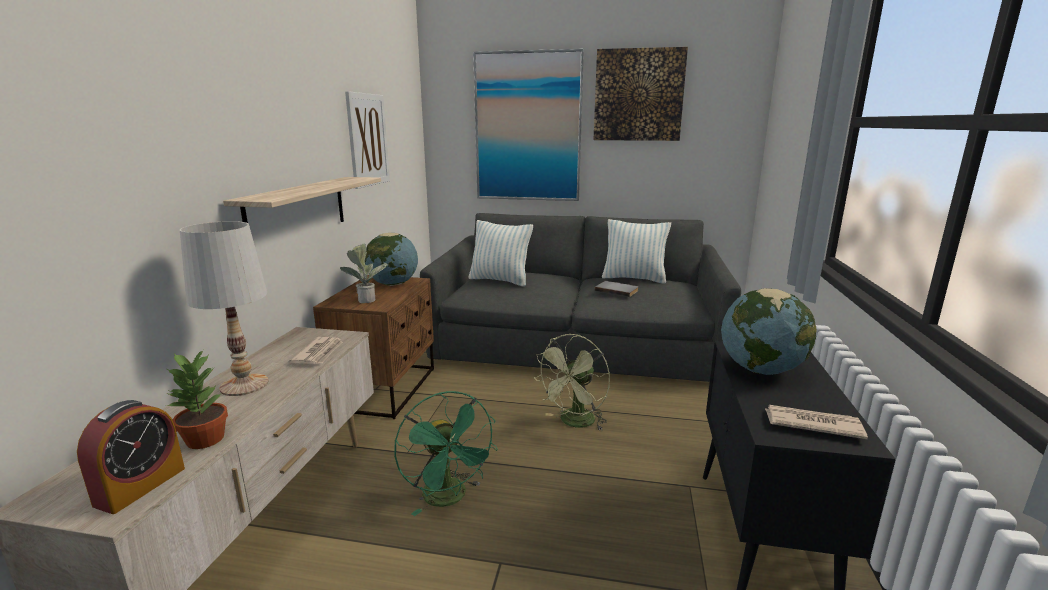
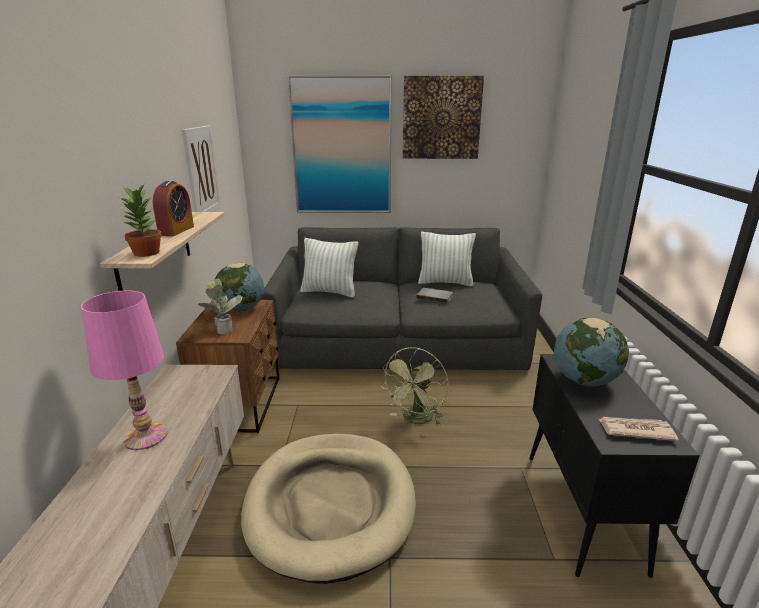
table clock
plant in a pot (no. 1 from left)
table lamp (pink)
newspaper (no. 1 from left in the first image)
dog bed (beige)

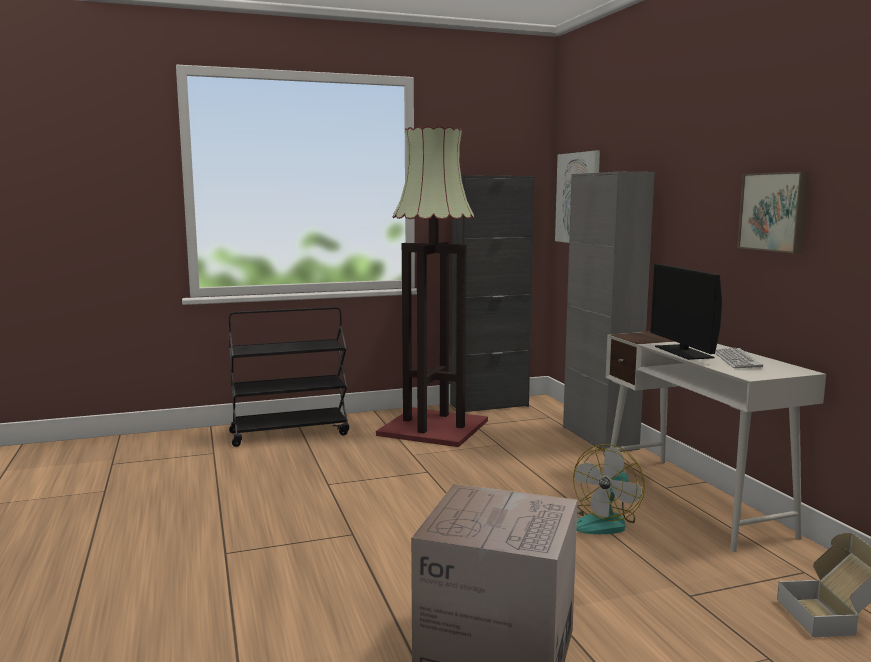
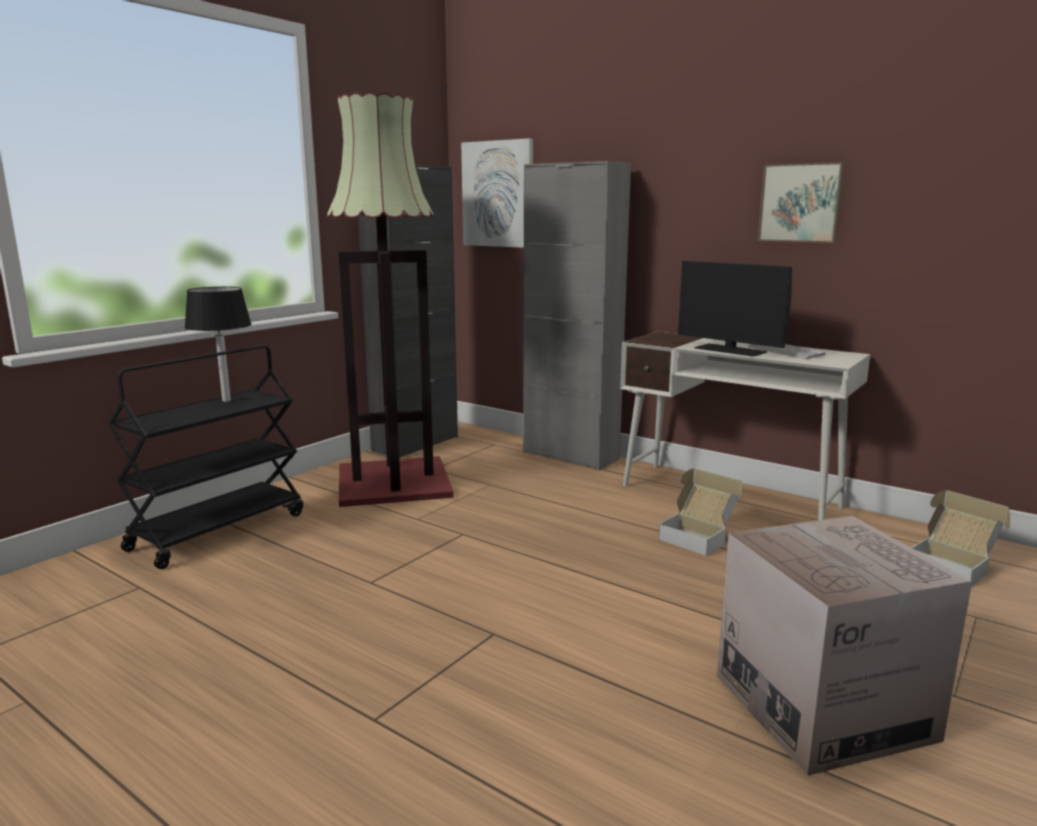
packing box (no. 1 from left)
table lamp (black-coloured)

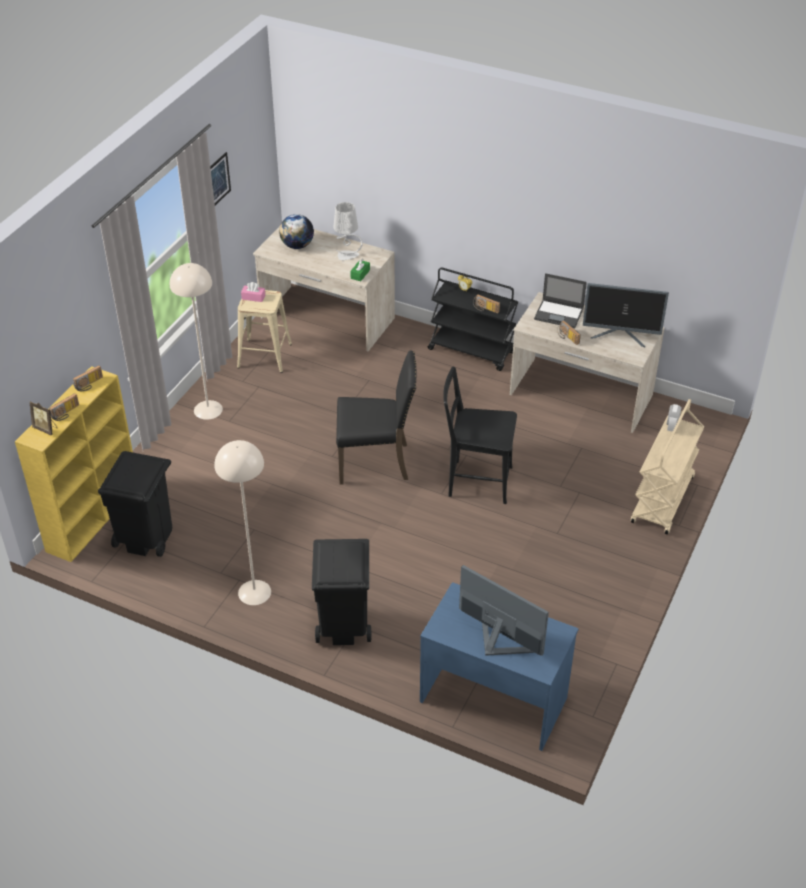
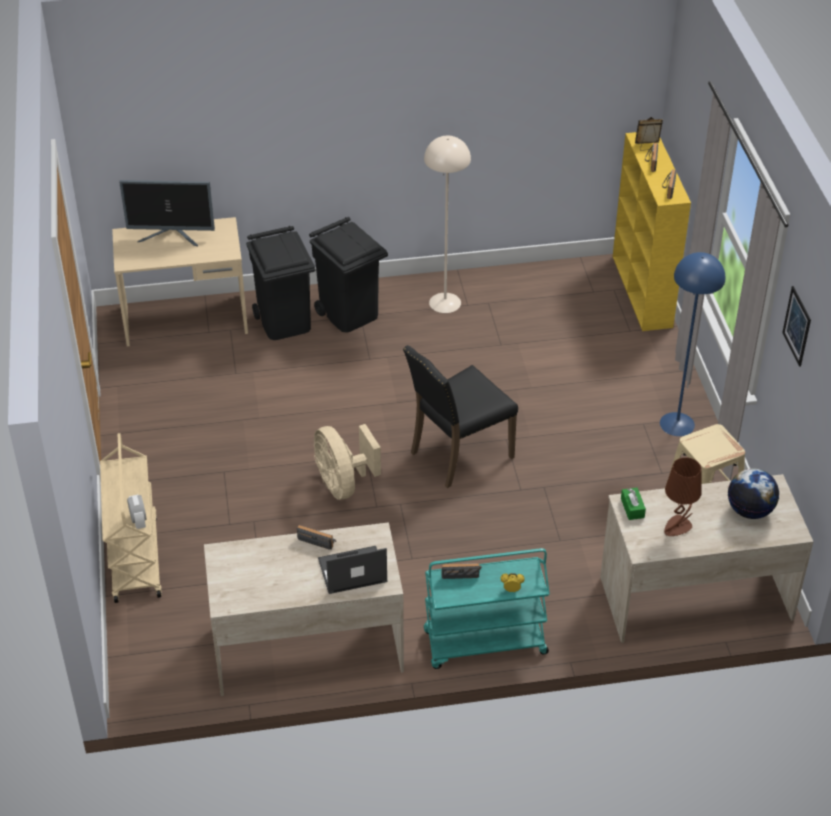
trash can (black-coloured) (no. 1 from left)
standing lamp (bluish)
tissue box (pink)
table lamp (brown-coloured)
desk (beige) (no. 1 from left)
wheeled cart (blue-green)
cooling fan (beige)
computer display (no. 2 from left in the first image)

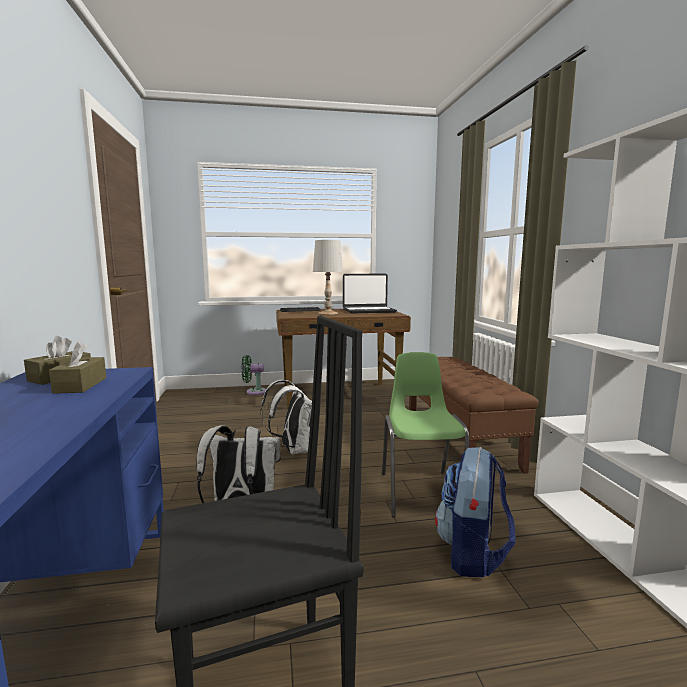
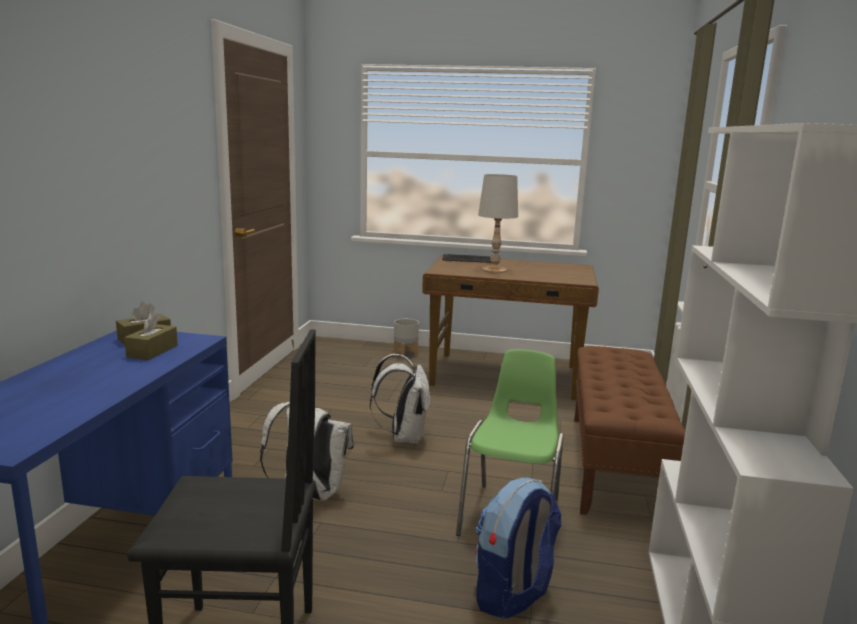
flower pot (greyish)
portable computer

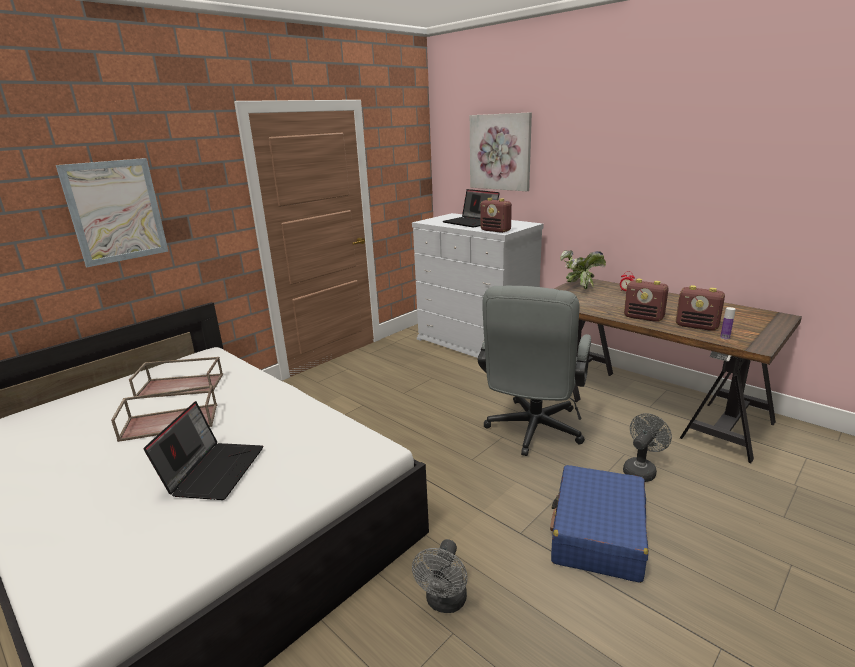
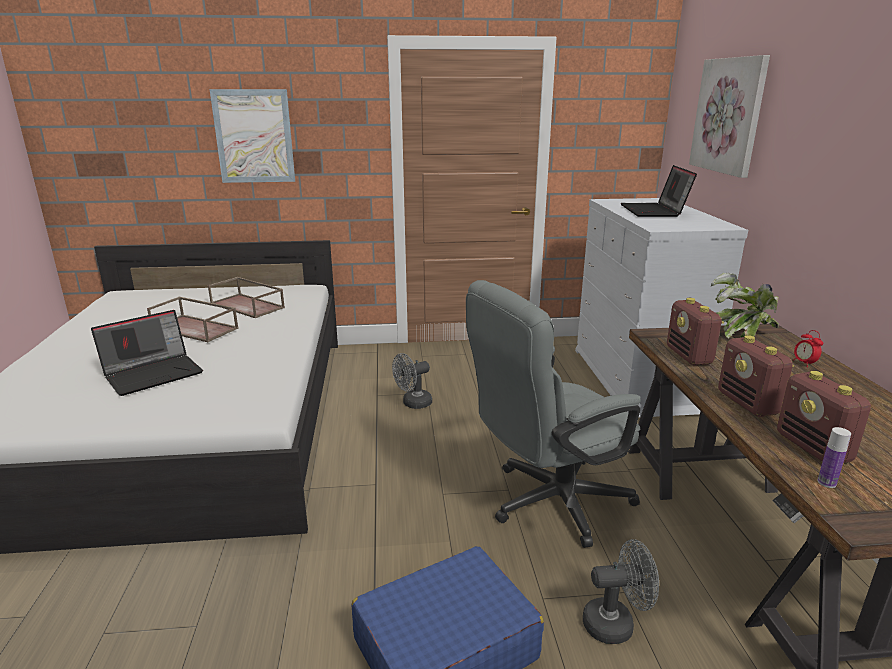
cooling fan (greyish) (no. 1 from left)
radio (no. 1 from left)

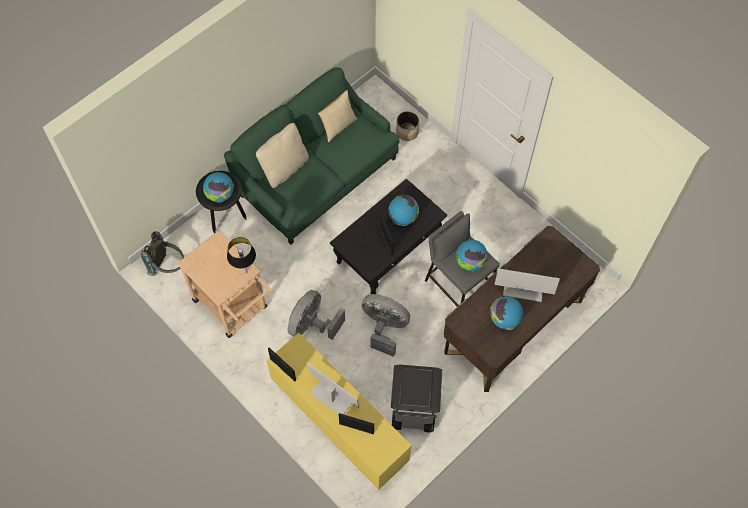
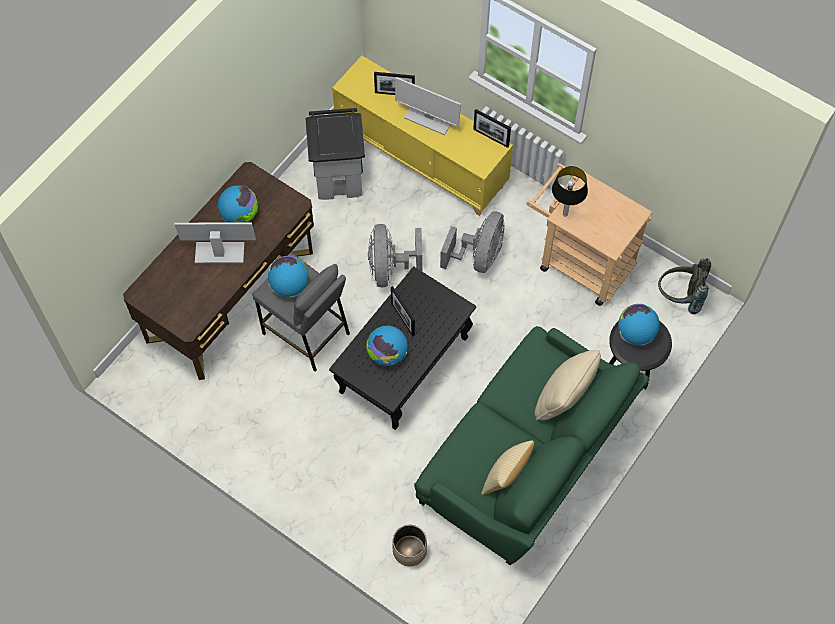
cooling fan (greyish) (no. 1 from left)

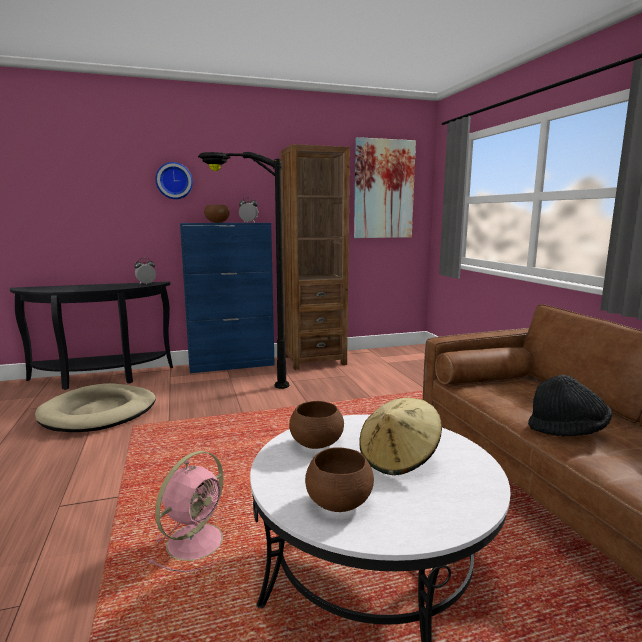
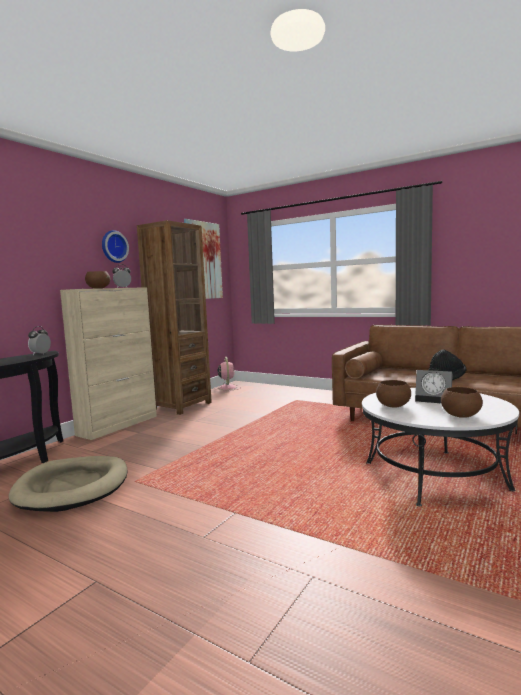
cooling fan (pink)
wall clock
cabinet (beige)
standing lamp (black-coloured)
table clock (no. 3 from left)

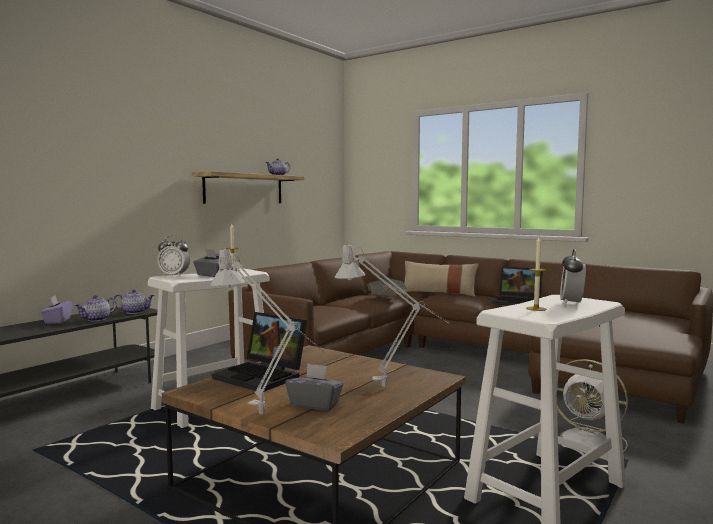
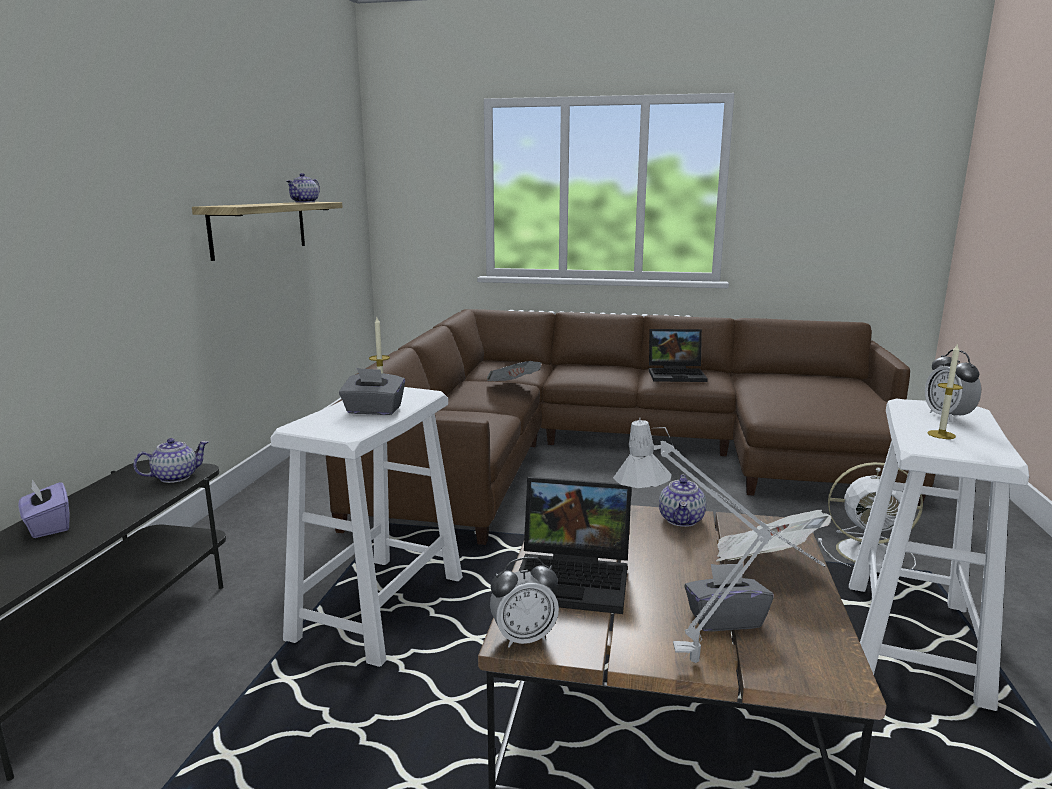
pot for tea (no. 3 from left)
table clock (no. 1 from left)
newspaper (no. 2 from left)
cushion (beige)

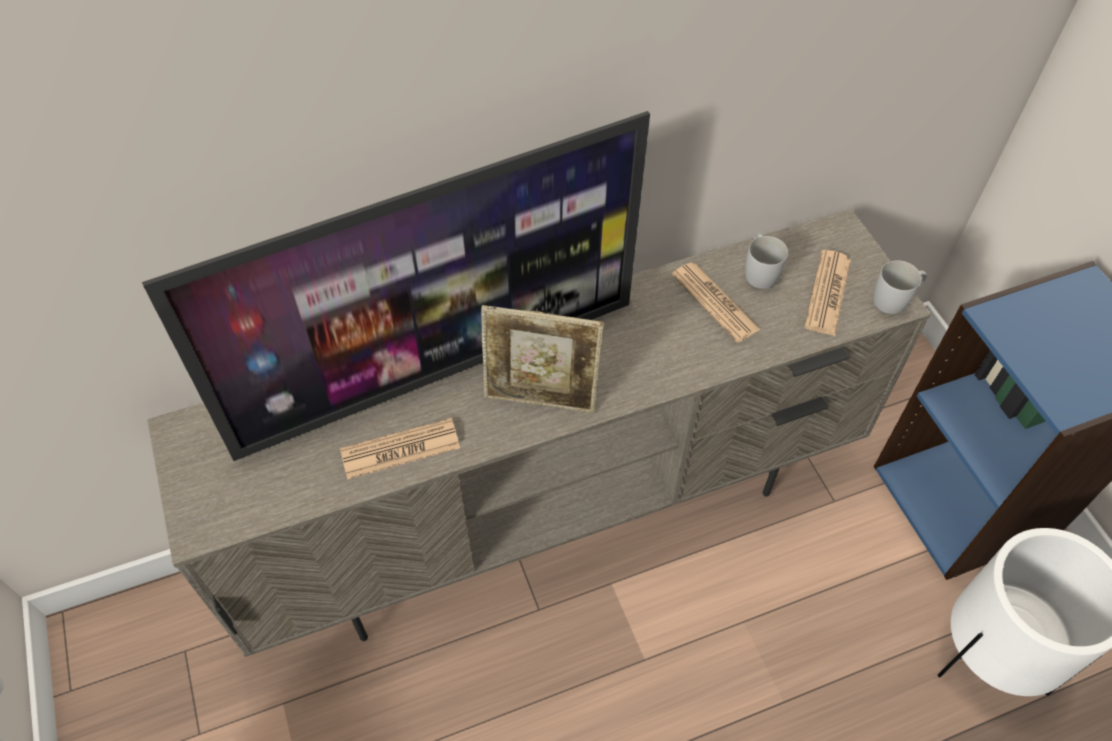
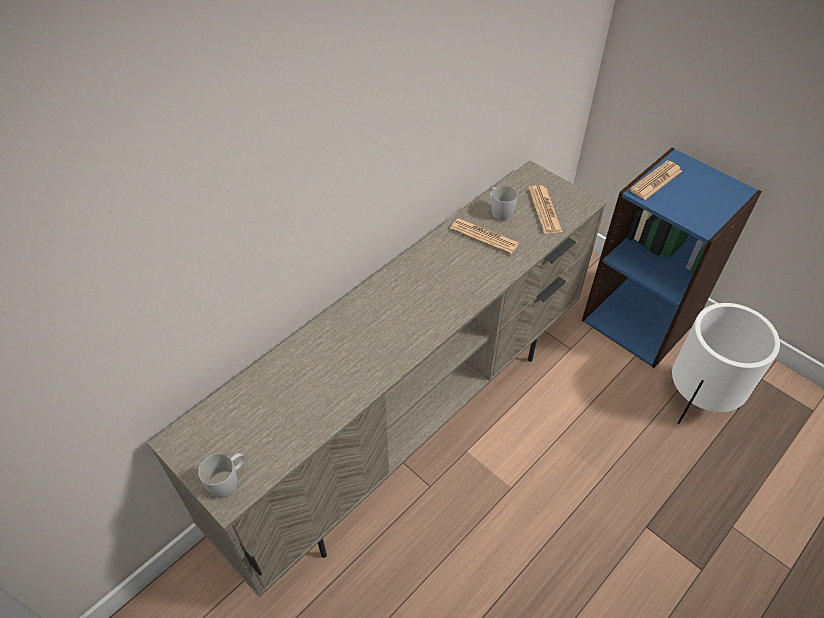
TV set
newspaper (no. 3 from left)
picture frame
coffee mug (whitish) (no. 1 from left)

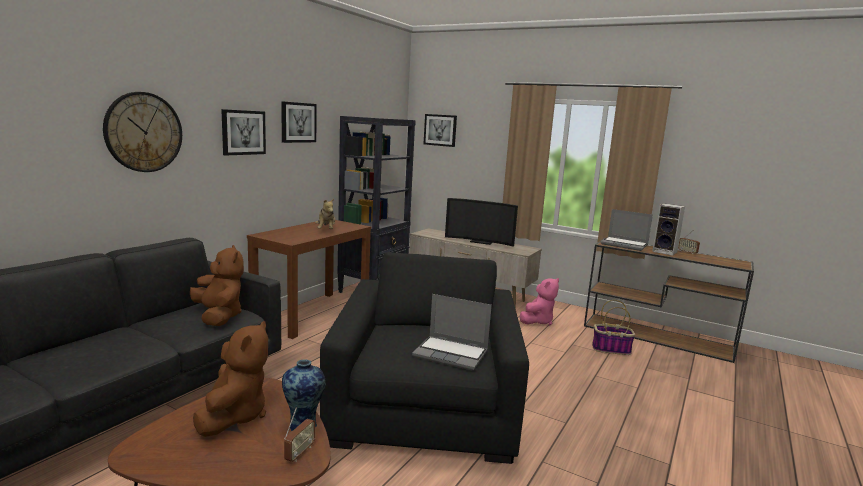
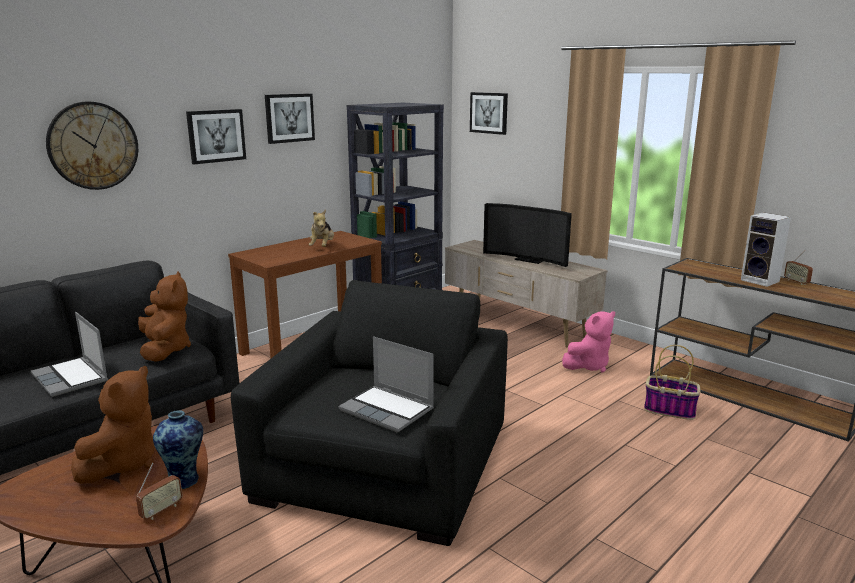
portable computer (no. 1 from left)

